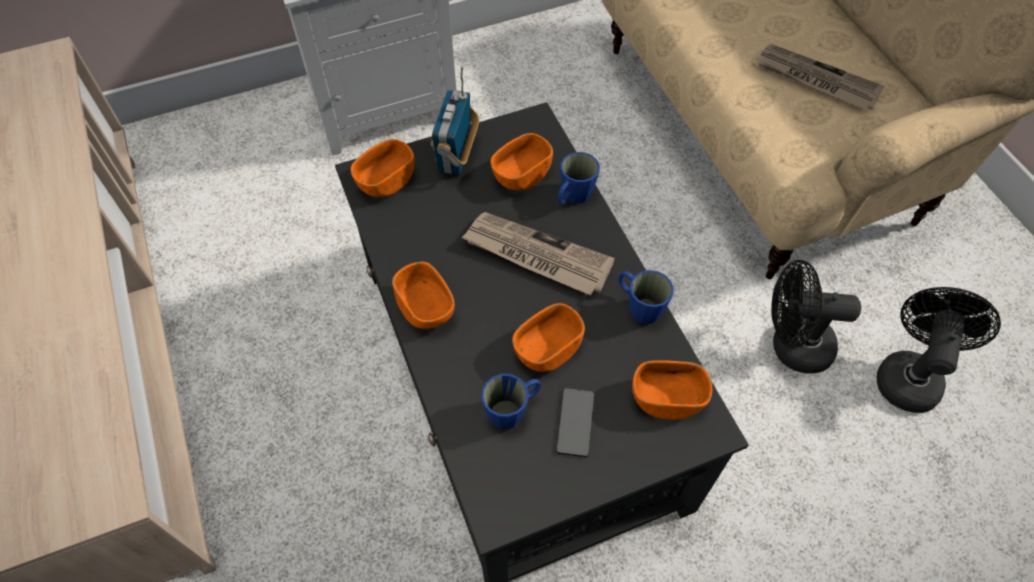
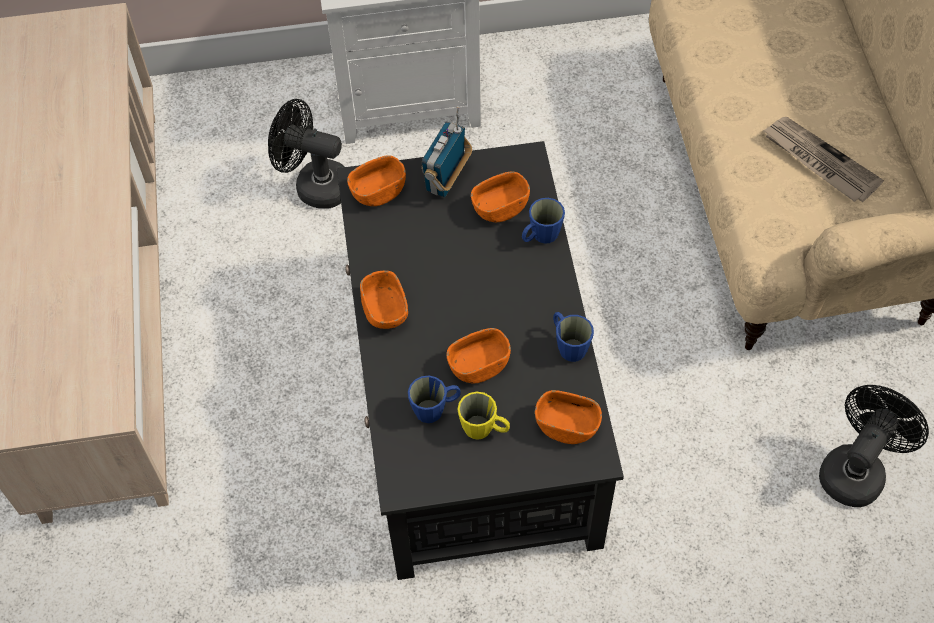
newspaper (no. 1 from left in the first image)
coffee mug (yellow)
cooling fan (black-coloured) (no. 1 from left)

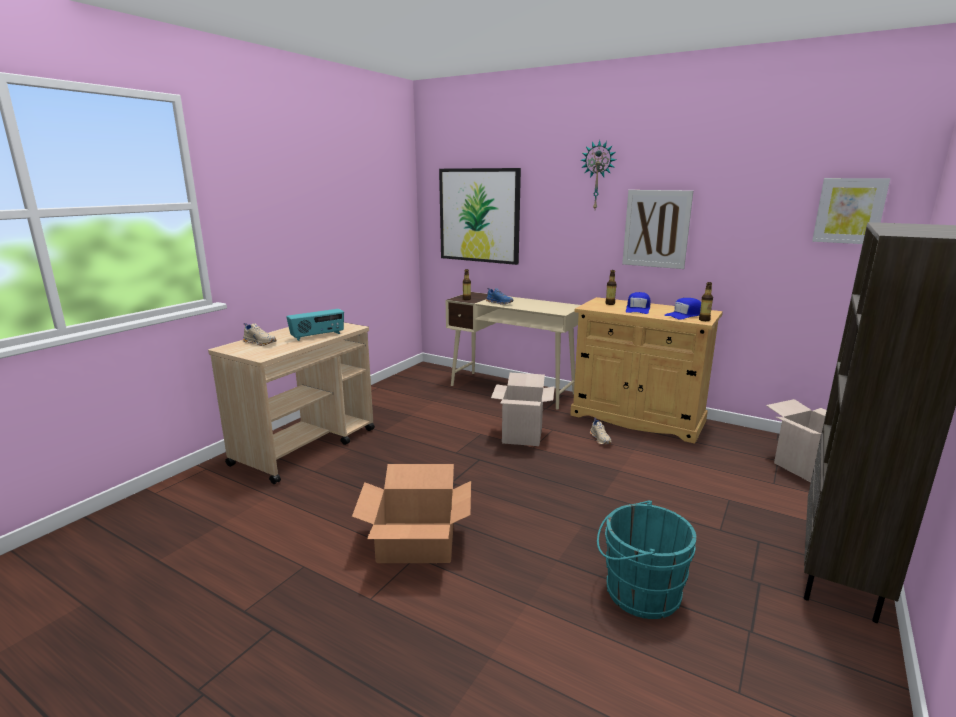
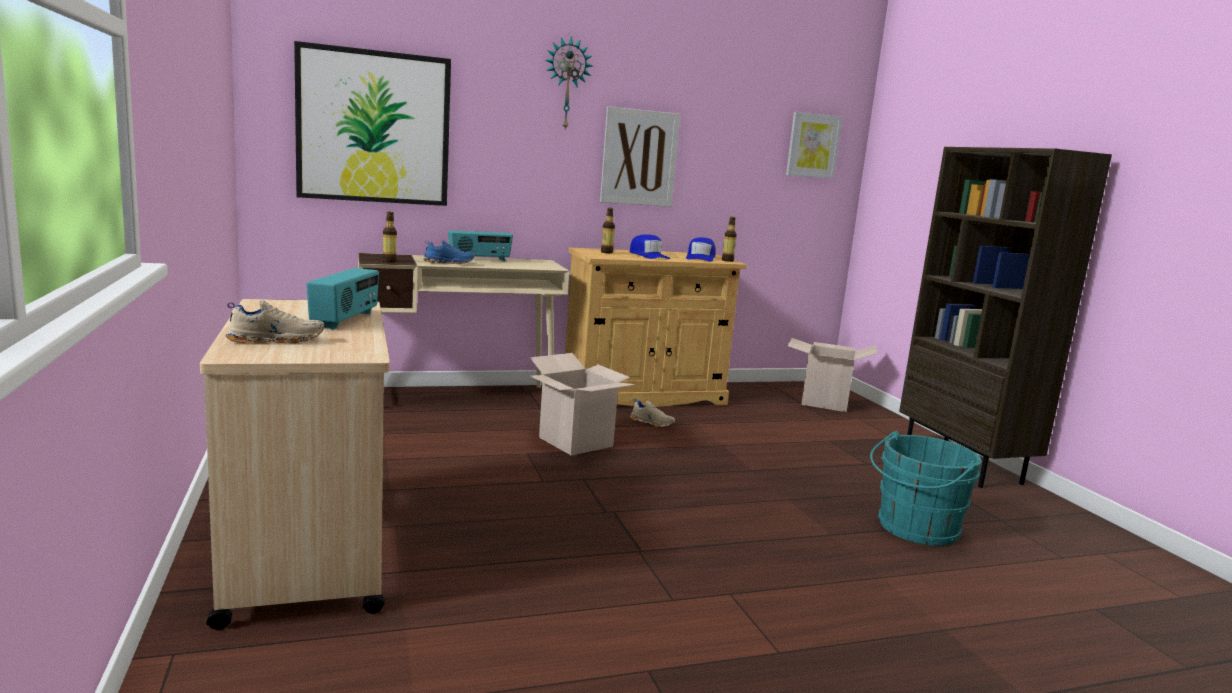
packing box (no. 1 from left in the first image)
radio (no. 2 from left)

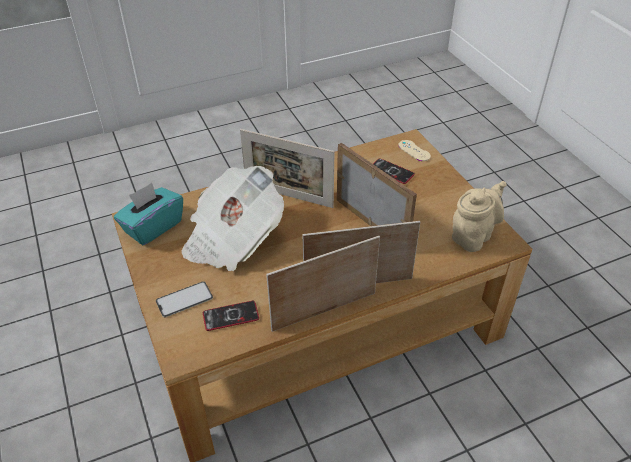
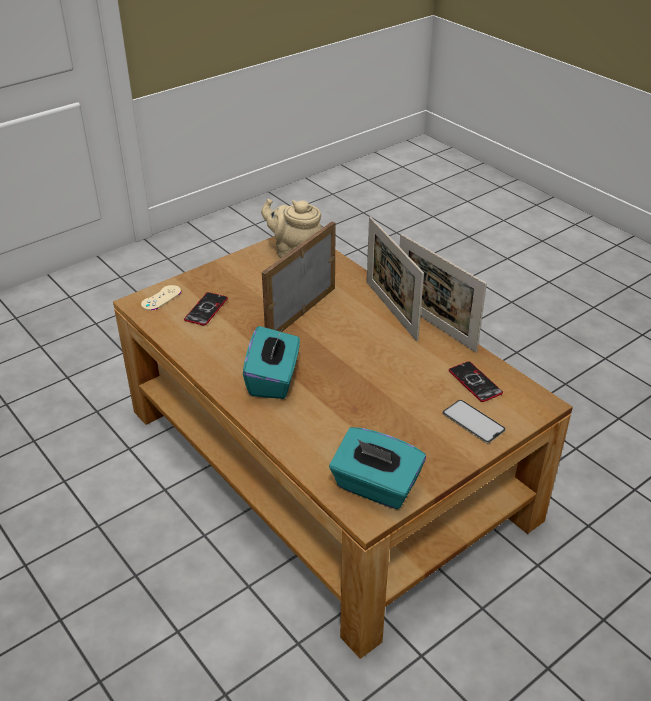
newspaper
tissue box (blue-green) (no. 1 from left)

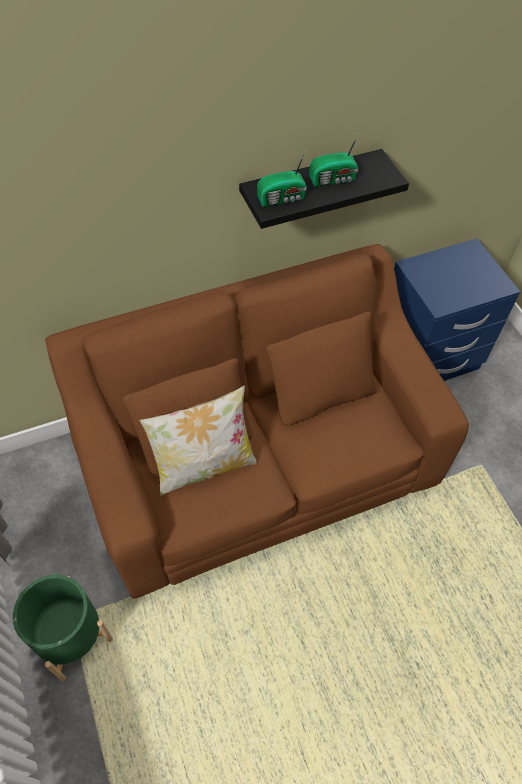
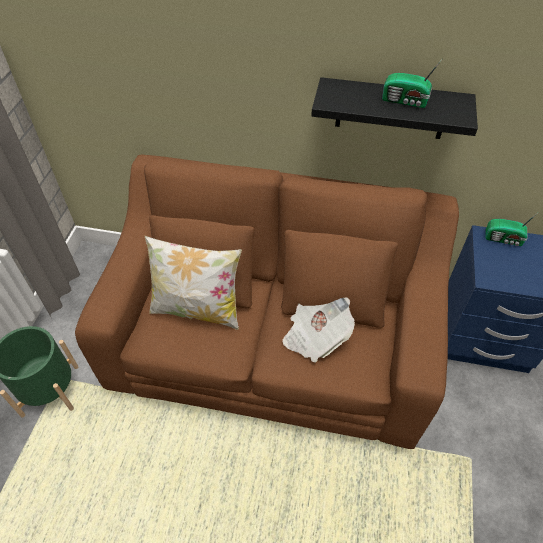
radio (no. 2 from left)
newspaper

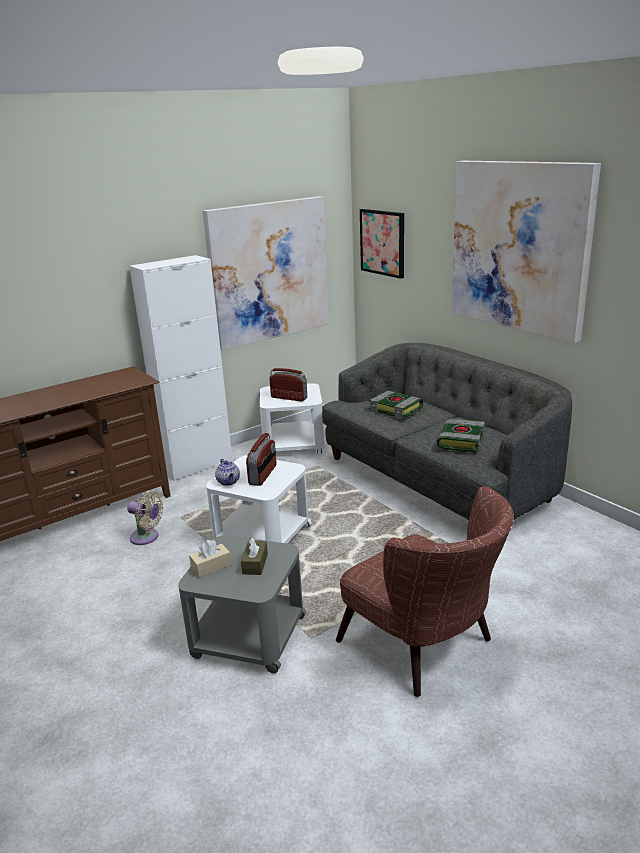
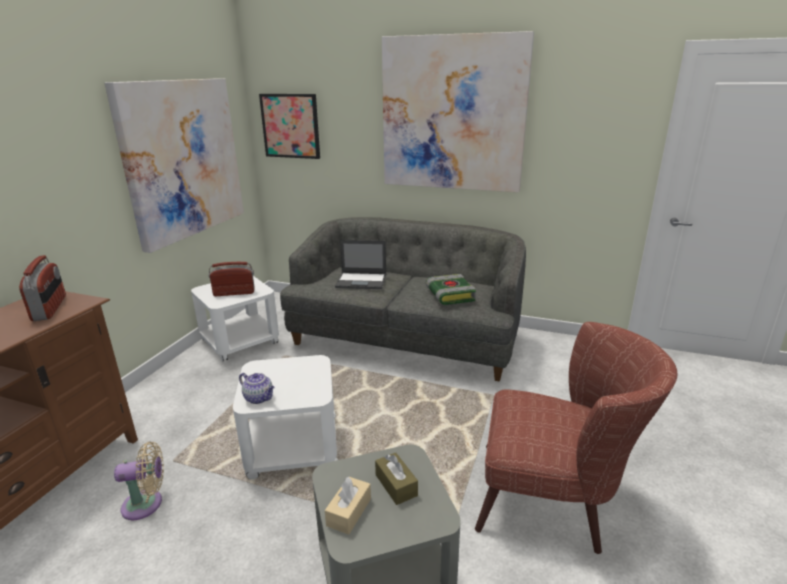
cabinet (whitish)
radio (no. 1 from left)
portable computer

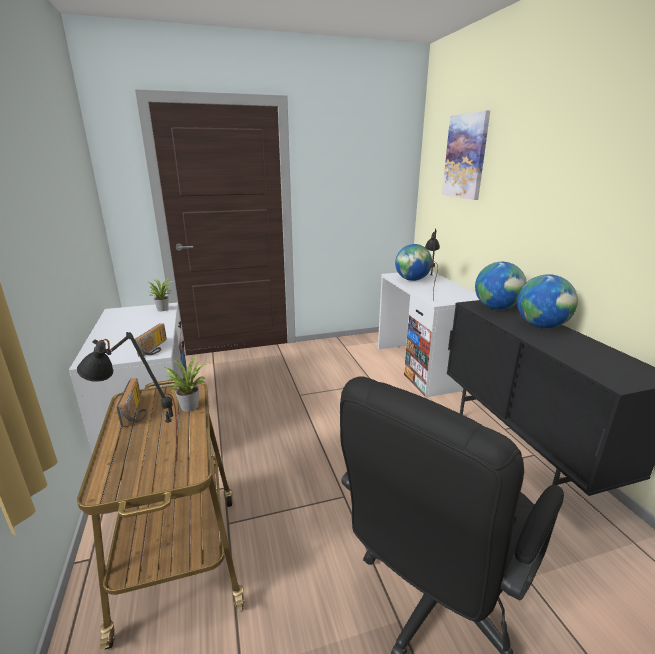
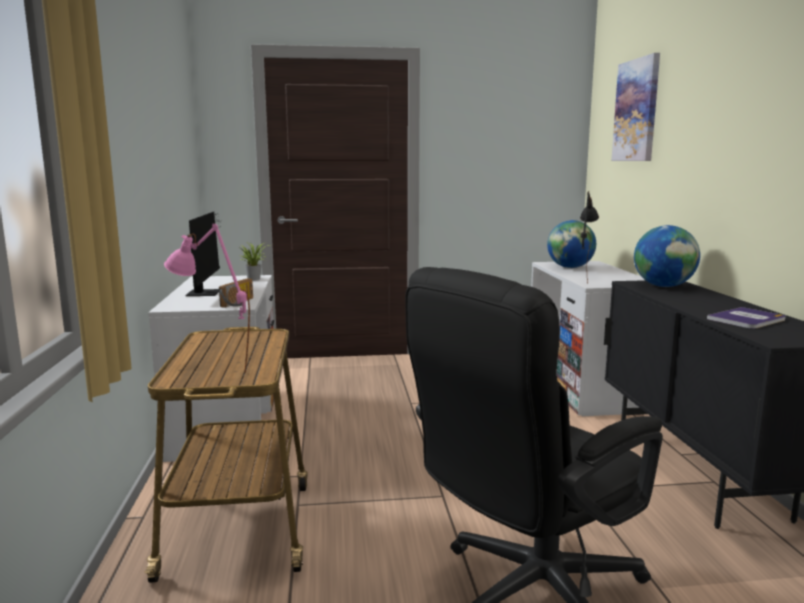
table lamp (pink)
radio (no. 1 from left in the first image)
plant in a pot (no. 2 from left in the first image)
globe (no. 3 from left in the first image)
computer display
bound book

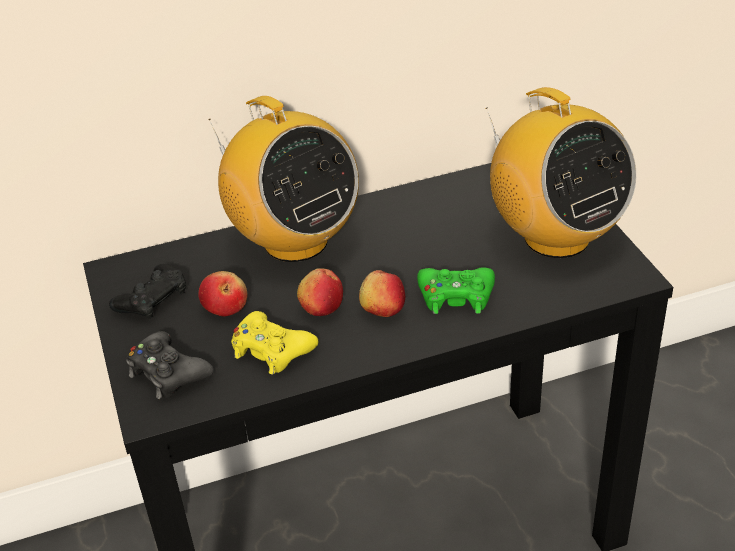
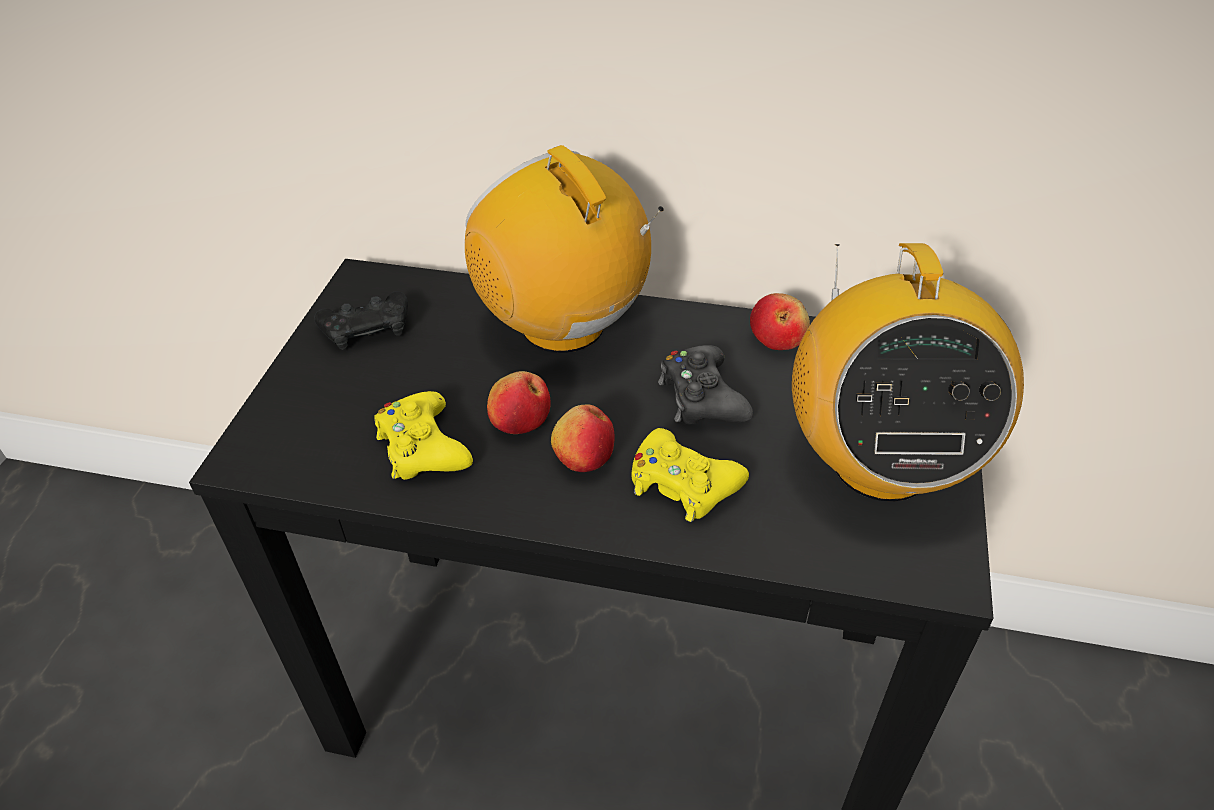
game controller (black-coloured) (no. 2 from left)
apple fruit (no. 3 from left)
radio (no. 1 from left)
game controller (yellow) (no. 2 from left)

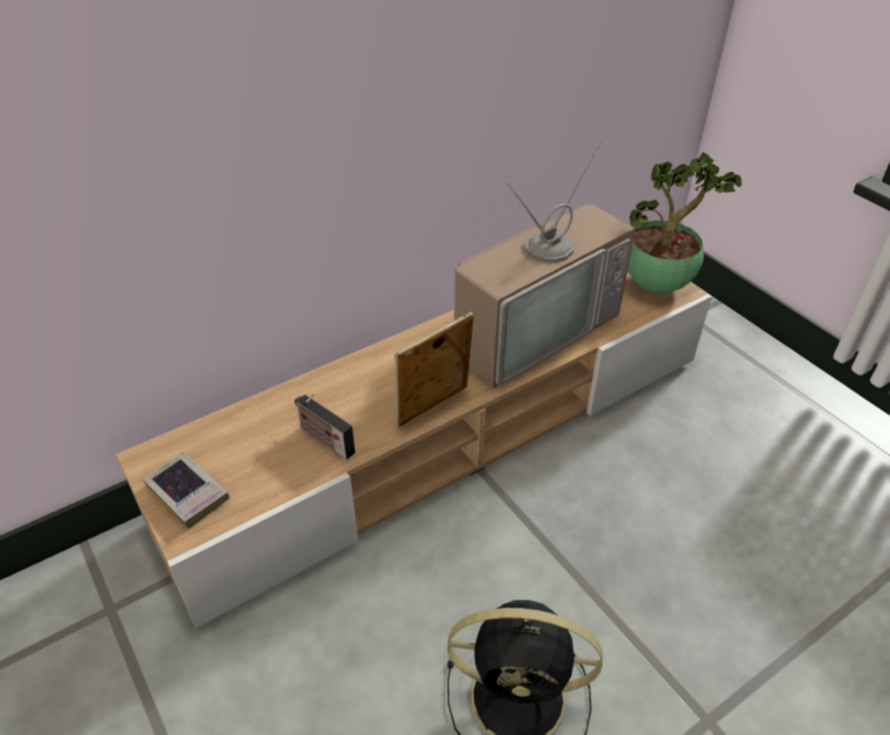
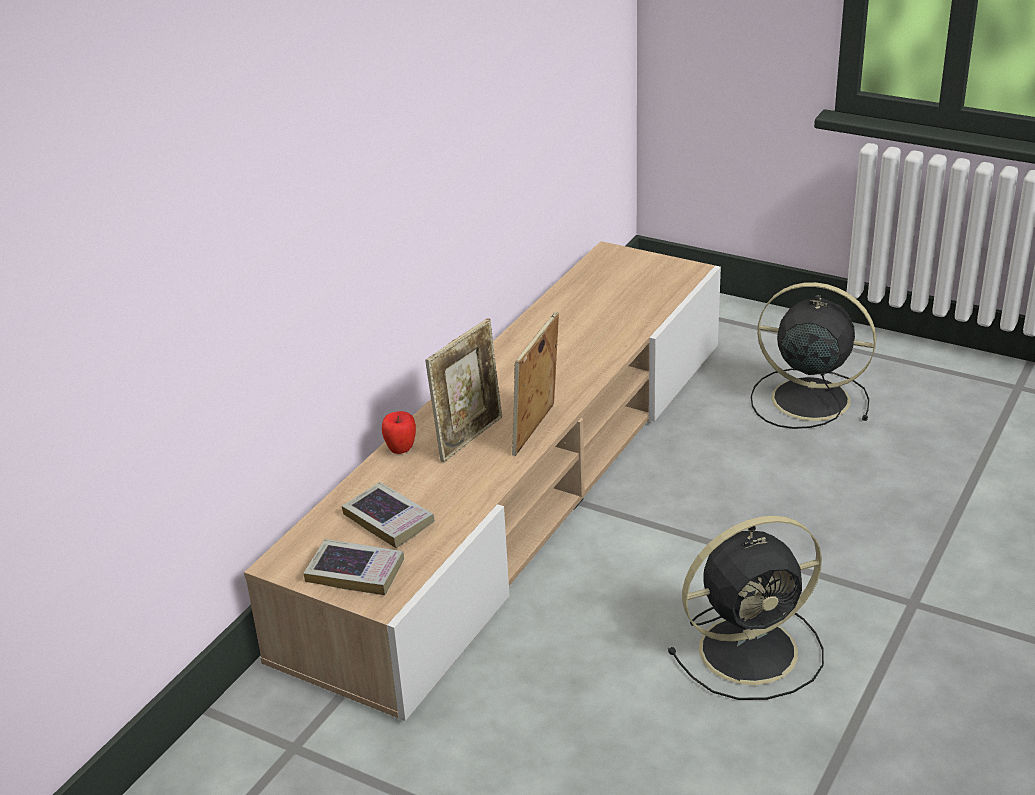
radio
TV set
plant in a pot
bound book (no. 2 from left)
apple fruit
picture frame (no. 1 from left)
cooling fan (black-coloured) (no. 2 from left)

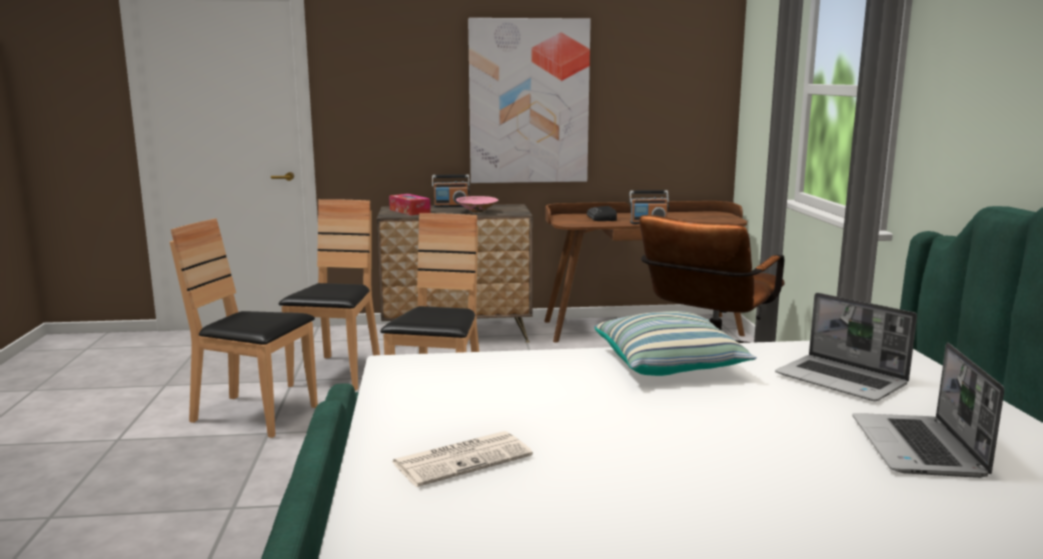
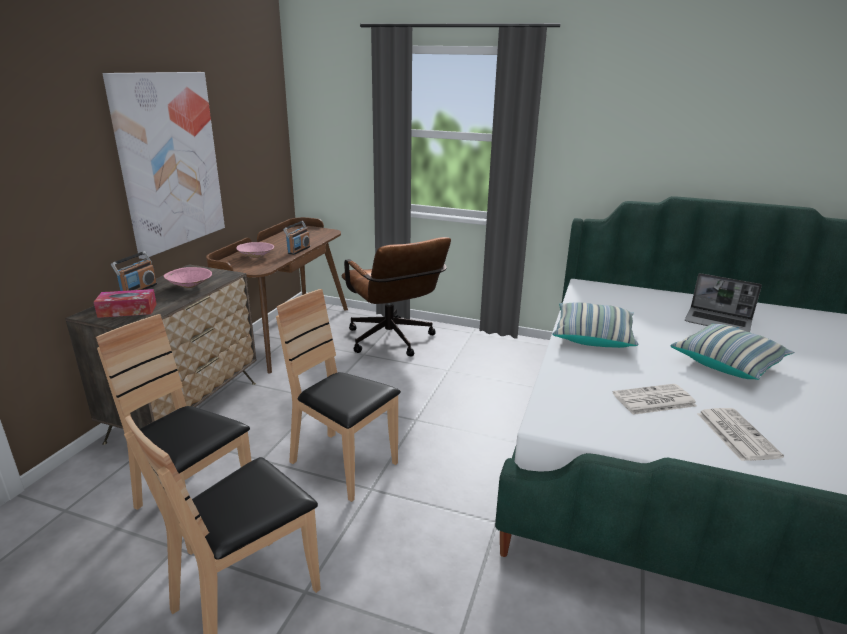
deep dish (pink) (no. 2 from left)
portable computer (no. 1 from left in the first image)
newspaper (no. 1 from left)
cushion (no. 2 from left)

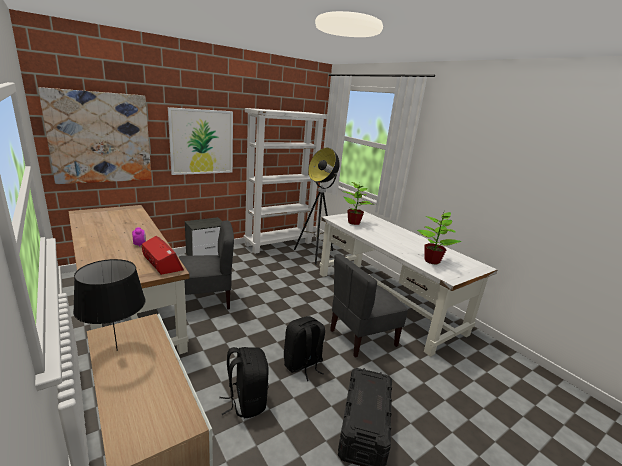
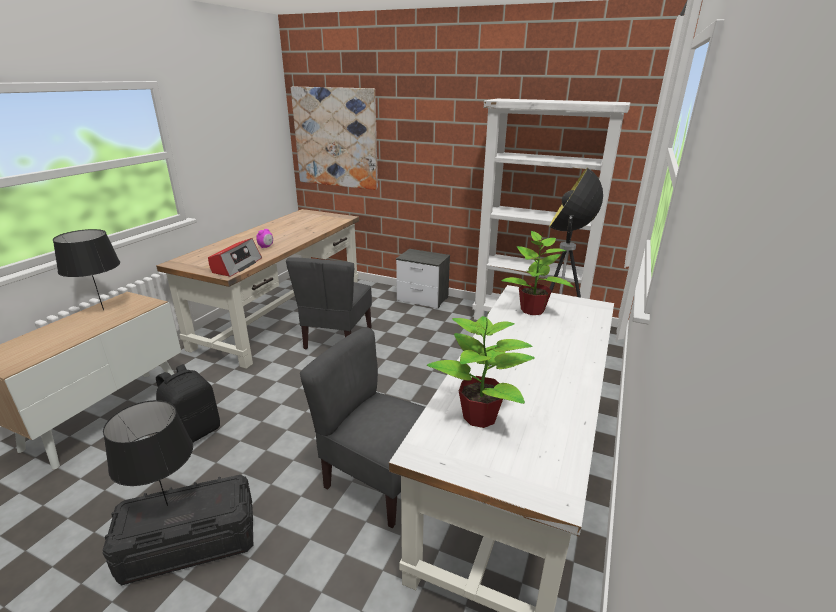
picture (no. 2 from left in the first image)
chair (greyish) (no. 1 from left)
backpack (black-coloured) (no. 2 from left in the first image)
table lamp (black-coloured) (no. 2 from left)

